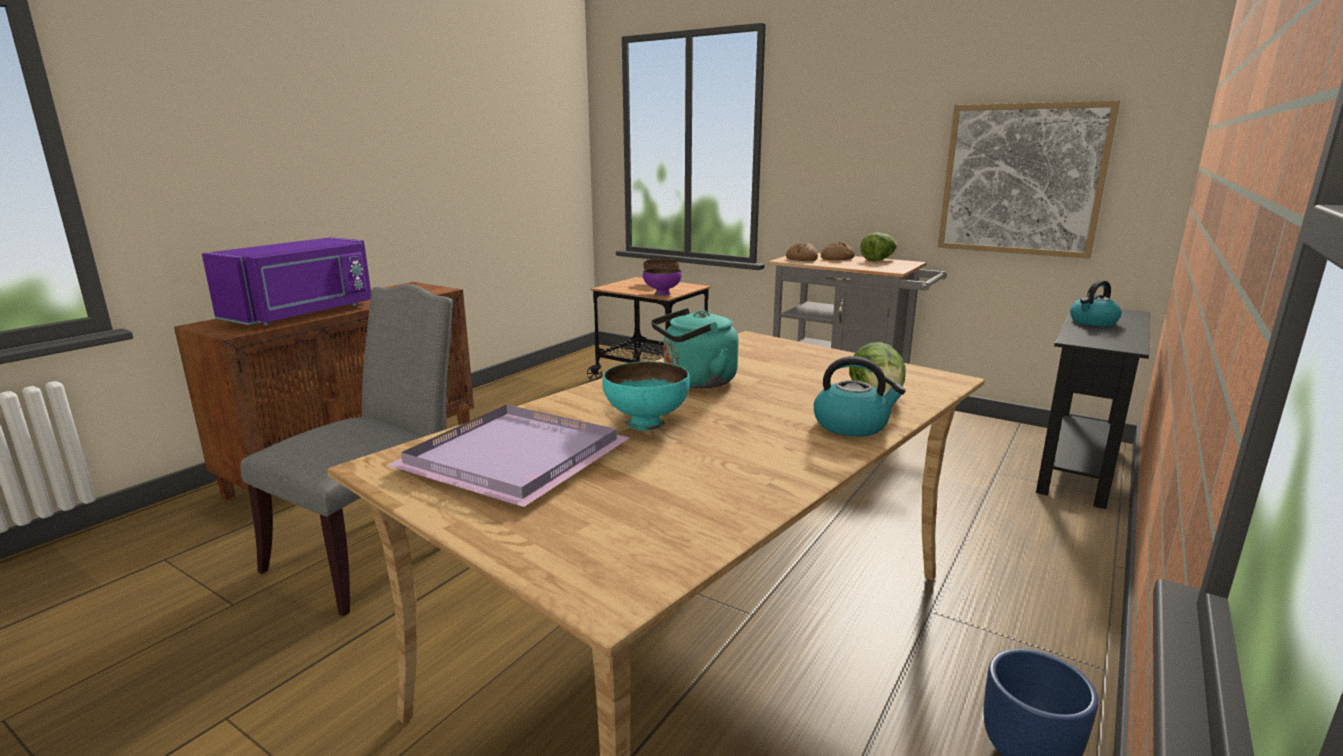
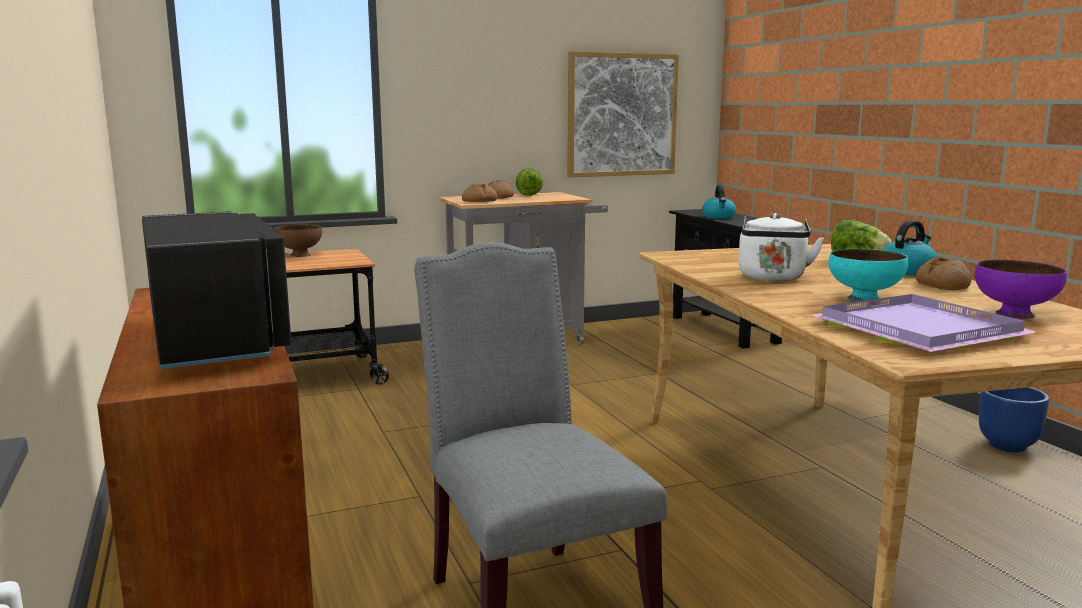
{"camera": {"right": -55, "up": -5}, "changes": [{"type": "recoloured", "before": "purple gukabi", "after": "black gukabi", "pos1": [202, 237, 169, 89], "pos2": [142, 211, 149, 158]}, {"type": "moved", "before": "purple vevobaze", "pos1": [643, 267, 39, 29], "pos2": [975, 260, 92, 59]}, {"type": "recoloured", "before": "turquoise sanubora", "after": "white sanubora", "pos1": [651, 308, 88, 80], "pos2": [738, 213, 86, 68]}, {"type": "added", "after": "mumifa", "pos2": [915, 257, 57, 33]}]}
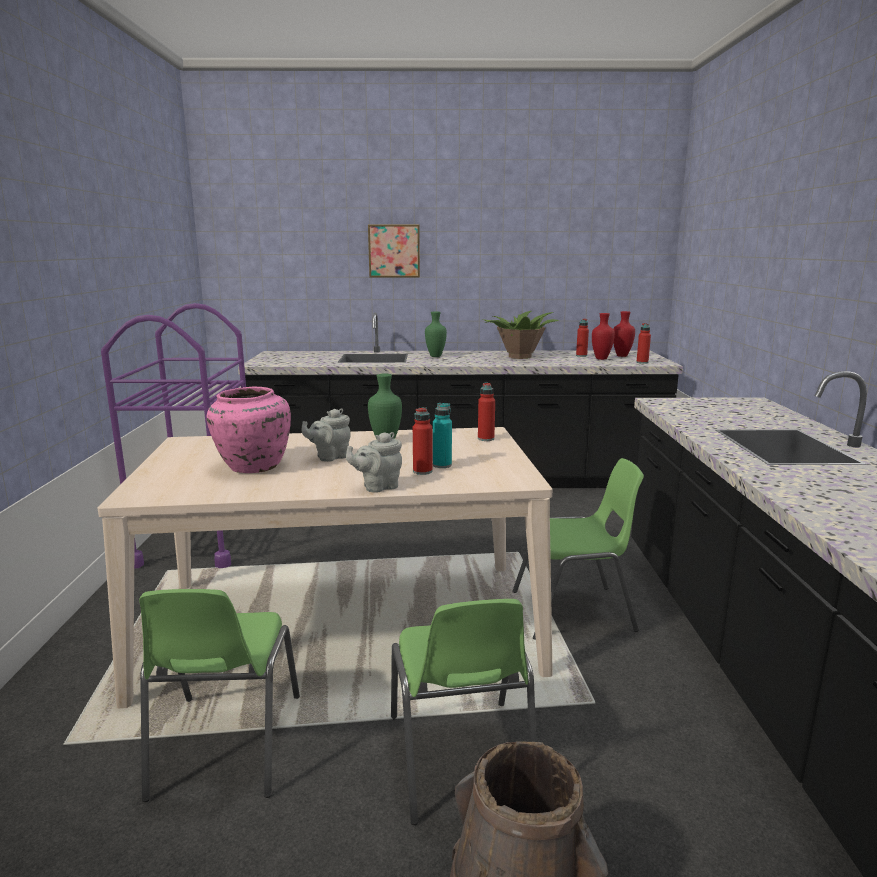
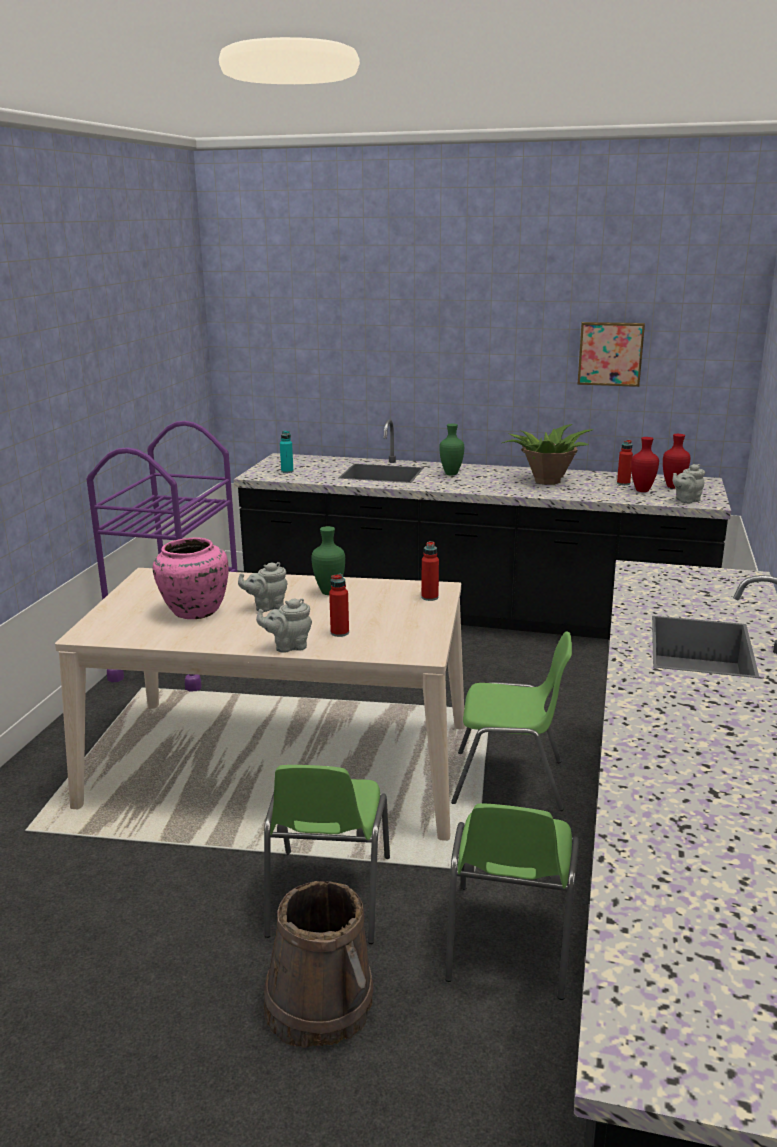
{"camera": {"right": 15, "up": 5}, "changes": [{"type": "moved", "before": "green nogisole", "pos1": [139, 589, 161, 213], "pos2": [445, 803, 134, 197]}, {"type": "moved", "before": "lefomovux", "pos1": [368, 224, 52, 54], "pos2": [577, 322, 68, 65]}, {"type": "moved", "before": "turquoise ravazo", "pos1": [433, 403, 19, 65], "pos2": [280, 431, 13, 42]}, {"type": "replaced", "before": "red ravazo", "after": "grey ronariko", "pos1": [636, 323, 15, 41], "pos2": [673, 464, 32, 40]}]}
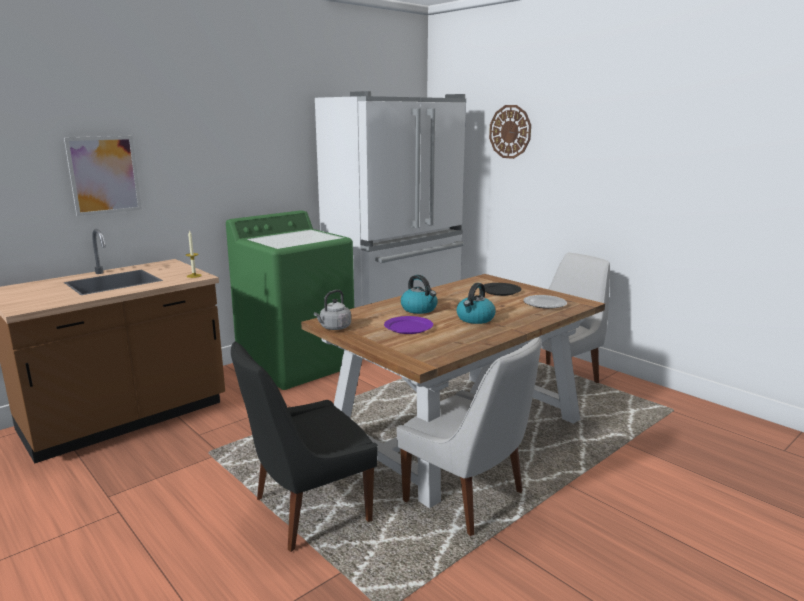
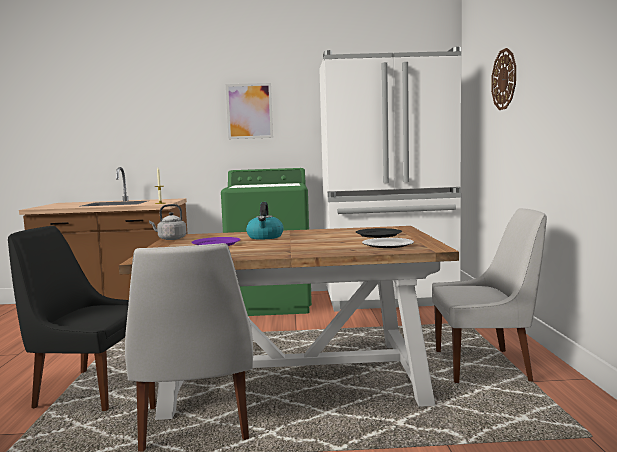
{"camera": {"right": 40, "up": -10}, "changes": [{"type": "moved", "before": "lefomovux", "pos1": [64, 136, 78, 80], "pos2": [226, 83, 47, 56]}, {"type": "removed", "before": "sanubora", "pos1": [457, 283, 39, 41]}]}
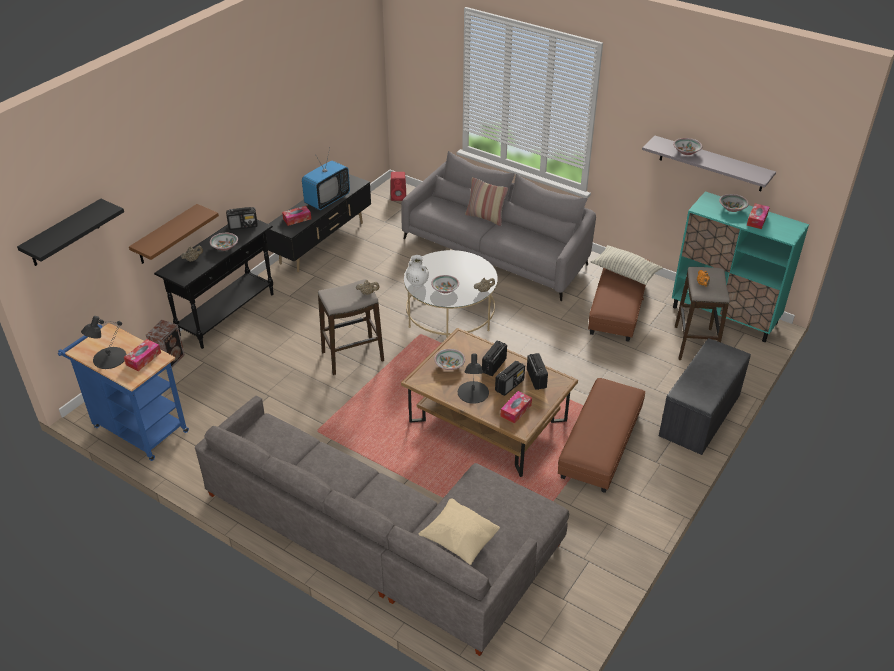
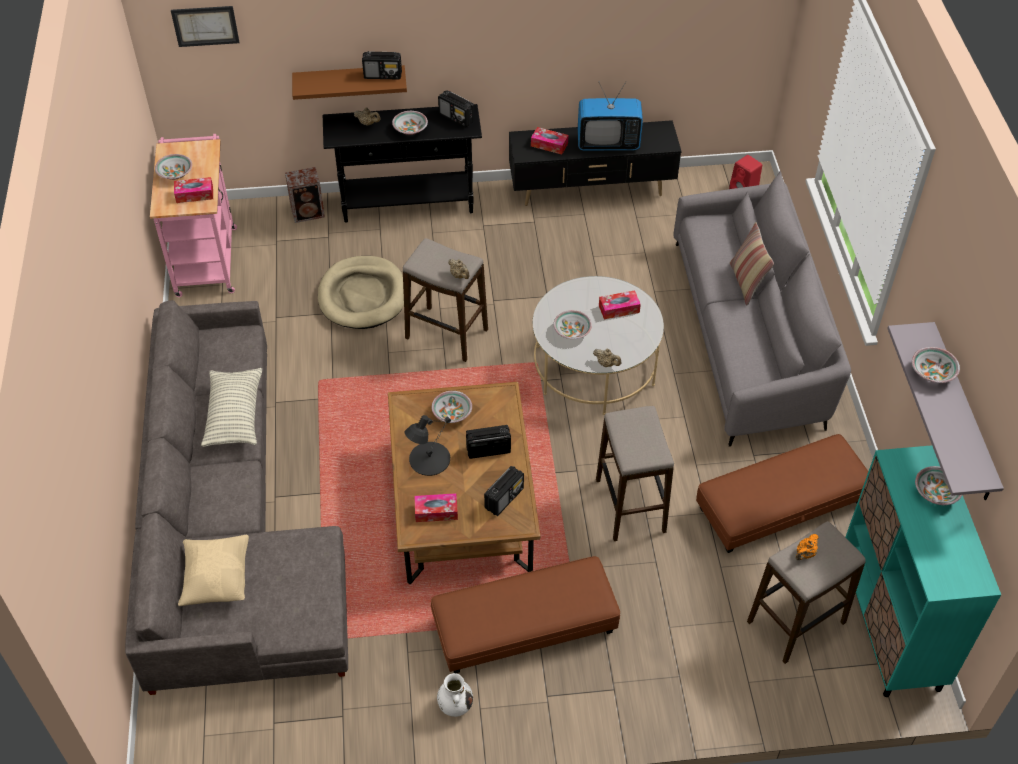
{"camera": {"right": 50, "up": 10}, "changes": [{"type": "replaced", "before": "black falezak", "after": "lefomovux", "pos1": [17, 199, 107, 67], "pos2": [171, 6, 68, 41]}, {"type": "recoloured", "before": "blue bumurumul", "after": "pink bumurumul", "pos1": [58, 323, 131, 138], "pos2": [150, 134, 87, 163]}, {"type": "replaced", "before": "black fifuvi", "after": "vevobaze", "pos1": [81, 316, 46, 53], "pos2": [155, 154, 37, 26]}, {"type": "moved", "before": "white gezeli", "pos1": [406, 255, 23, 32], "pos2": [437, 673, 36, 44]}, {"type": "moved", "before": "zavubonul", "pos1": [495, 361, 30, 35], "pos2": [362, 51, 40, 28]}, {"type": "moved", "before": "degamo", "pos1": [590, 245, 73, 40], "pos2": [201, 368, 61, 79]}, {"type": "removed", "before": "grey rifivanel", "pos1": [659, 338, 92, 117]}, {"type": "moved", "before": "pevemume", "pos1": [747, 203, 23, 26], "pos2": [599, 290, 42, 29]}, {"type": "added", "after": "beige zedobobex", "pos2": [318, 256, 86, 73]}, {"type": "added", "after": "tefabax", "pos2": [596, 406, 78, 135]}]}
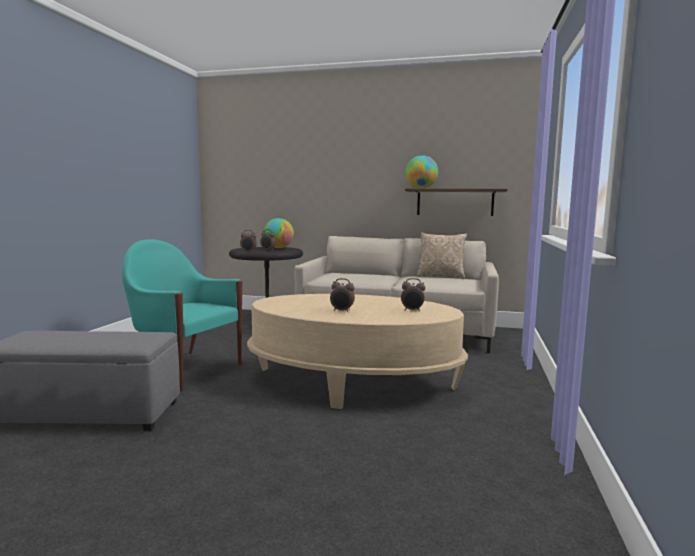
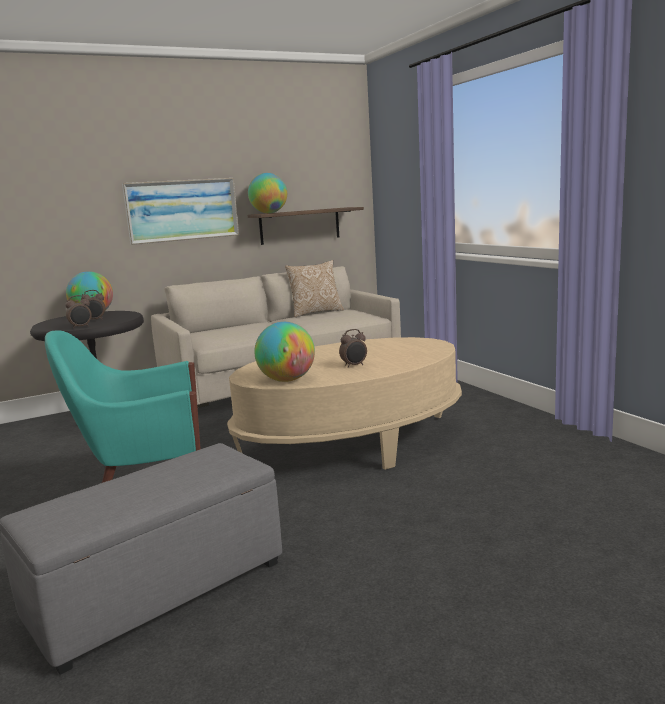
{"camera": {"right": -40, "up": 5}, "changes": [{"type": "removed", "before": "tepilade", "pos1": [401, 278, 24, 34]}, {"type": "added", "after": "lefomovux", "pos2": [122, 178, 117, 67]}, {"type": "added", "after": "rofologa", "pos2": [254, 322, 61, 60]}]}
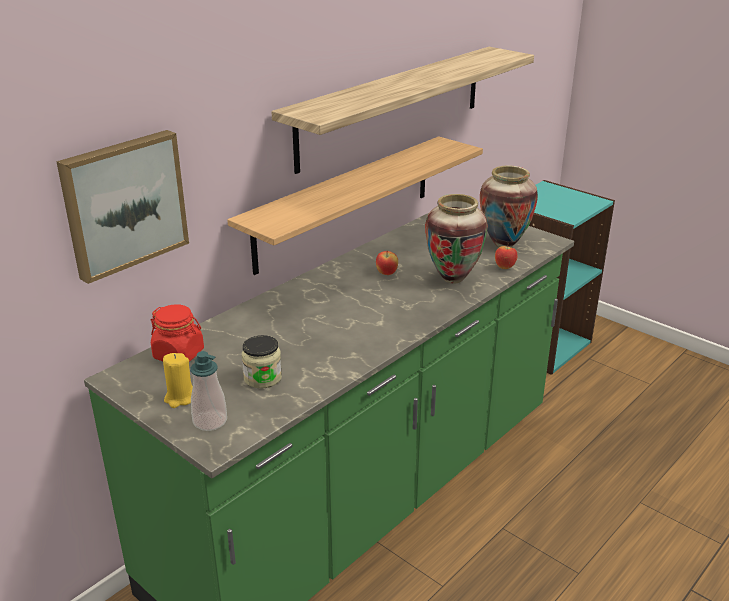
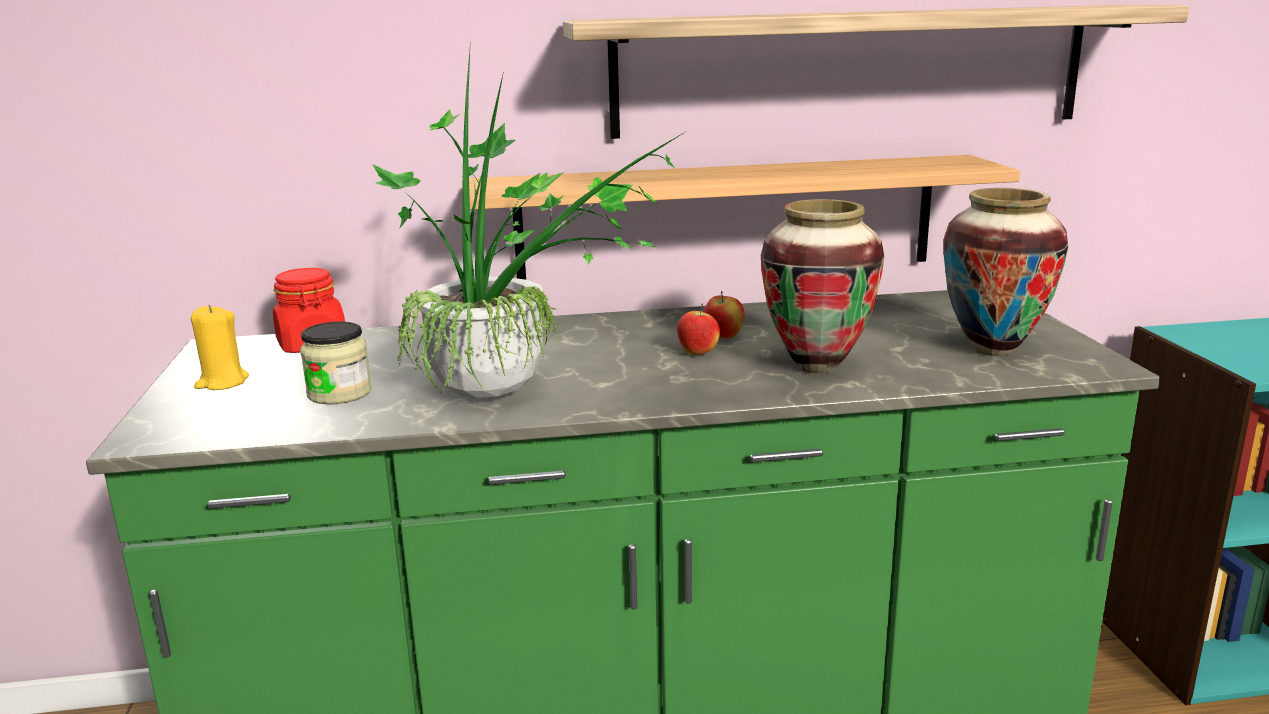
{"camera": {"right": 40, "up": -10}, "changes": [{"type": "removed", "before": "lefomovux", "pos1": [56, 130, 133, 154]}, {"type": "removed", "before": "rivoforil", "pos1": [190, 351, 37, 80]}, {"type": "moved", "before": "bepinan", "pos1": [495, 246, 23, 23], "pos2": [677, 303, 43, 52]}, {"type": "added", "after": "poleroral", "pos2": [372, 39, 315, 359]}]}
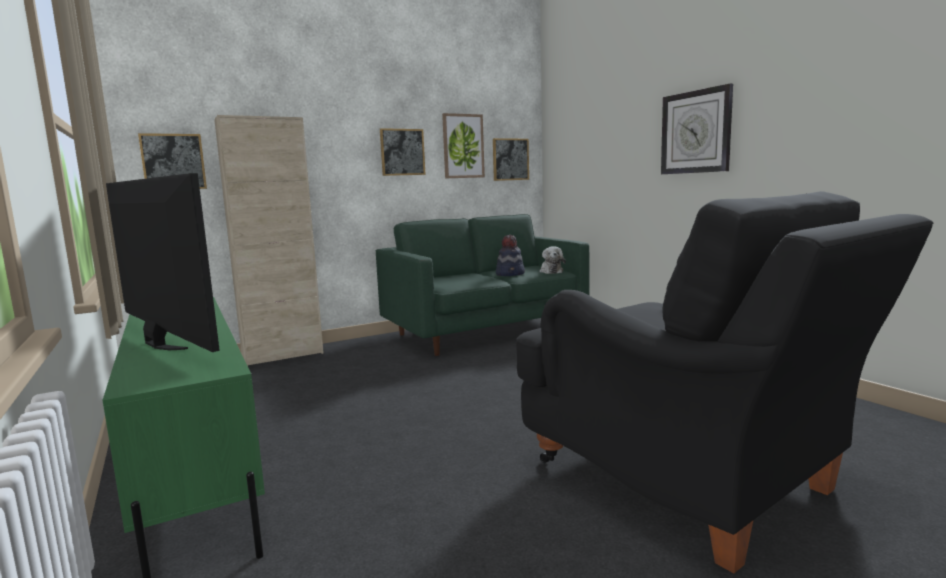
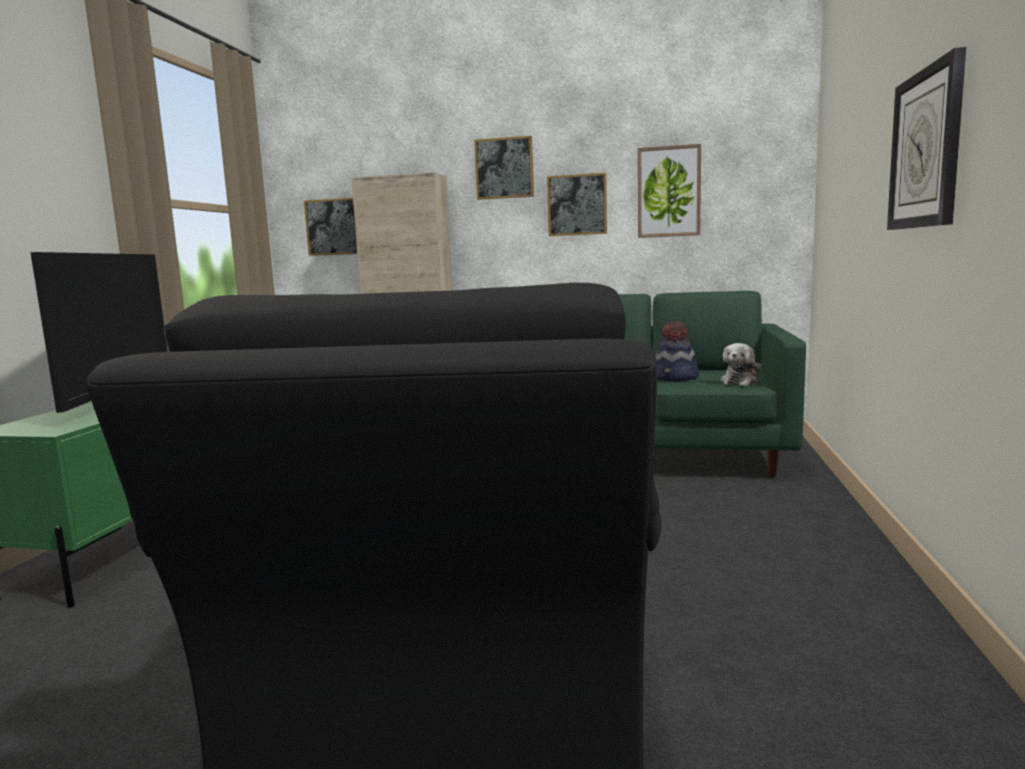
{"camera": {"right": 40, "up": 0}, "changes": [{"type": "moved", "before": "lefomovux", "pos1": [493, 138, 36, 43], "pos2": [474, 136, 60, 64]}]}
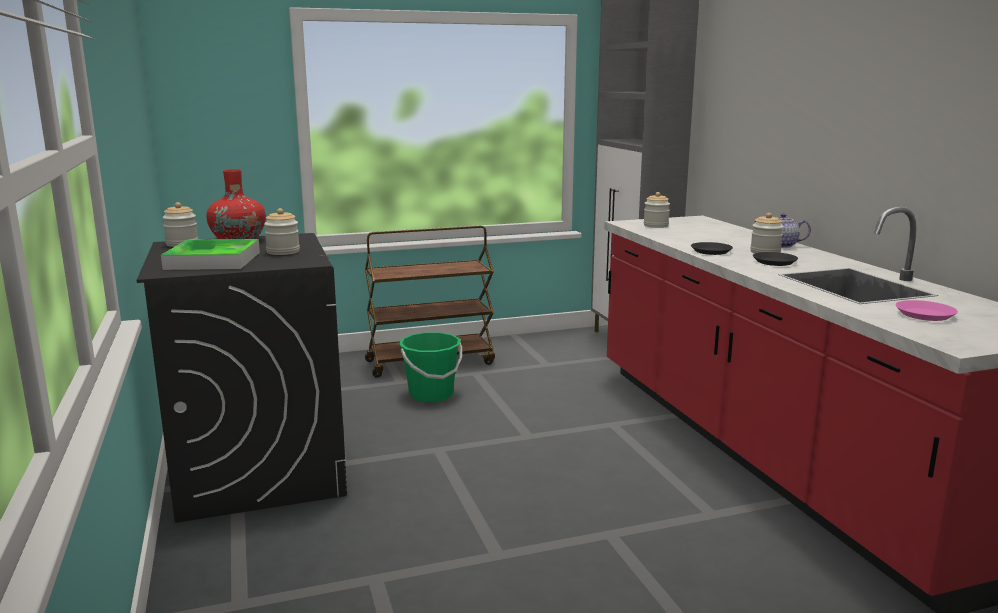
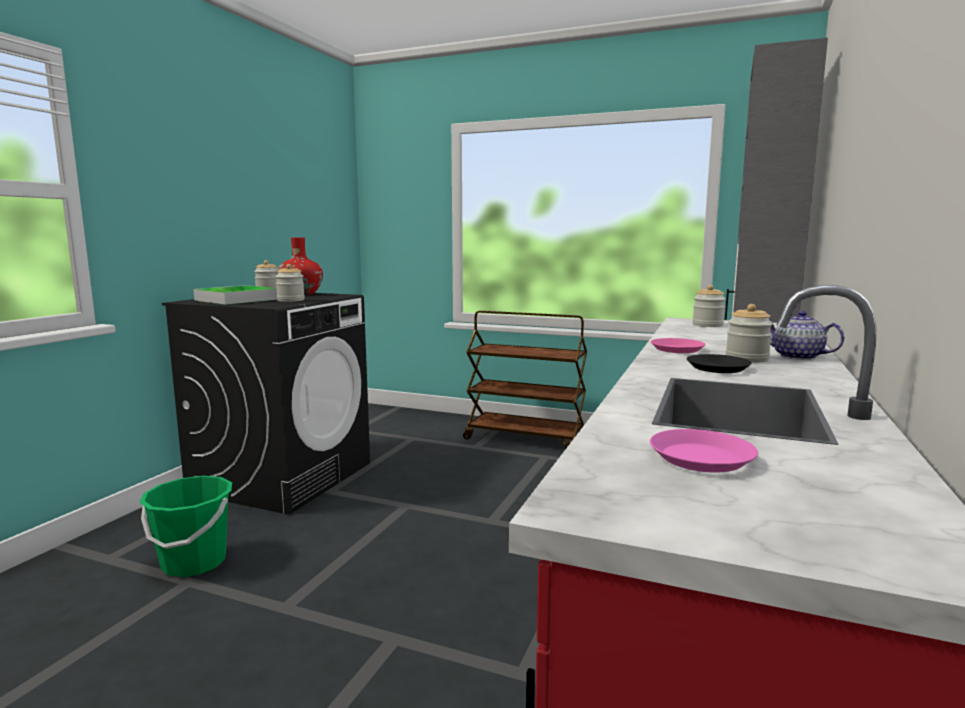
{"camera": {"right": 40, "up": -5}, "changes": [{"type": "moved", "before": "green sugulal", "pos1": [399, 332, 63, 70], "pos2": [139, 476, 93, 101]}, {"type": "recoloured", "before": "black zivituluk", "after": "pink zivituluk", "pos1": [691, 242, 42, 13], "pos2": [651, 338, 55, 15]}]}
